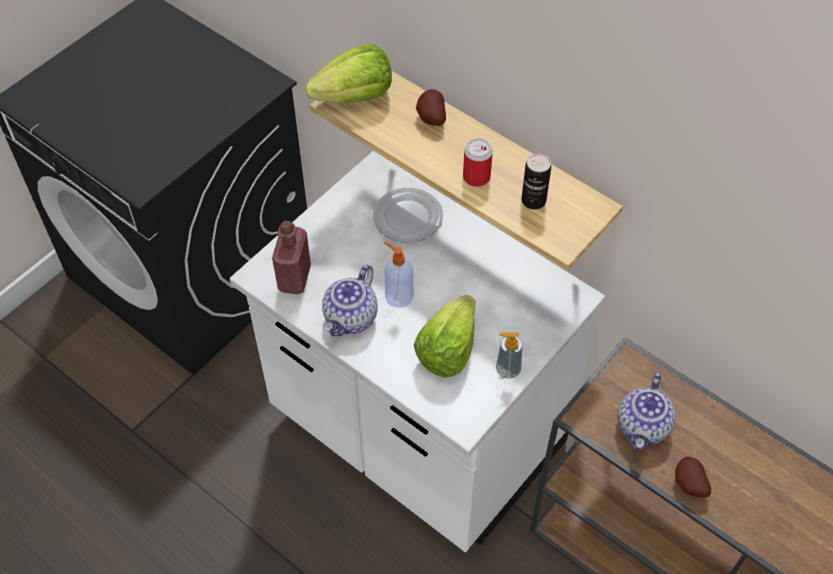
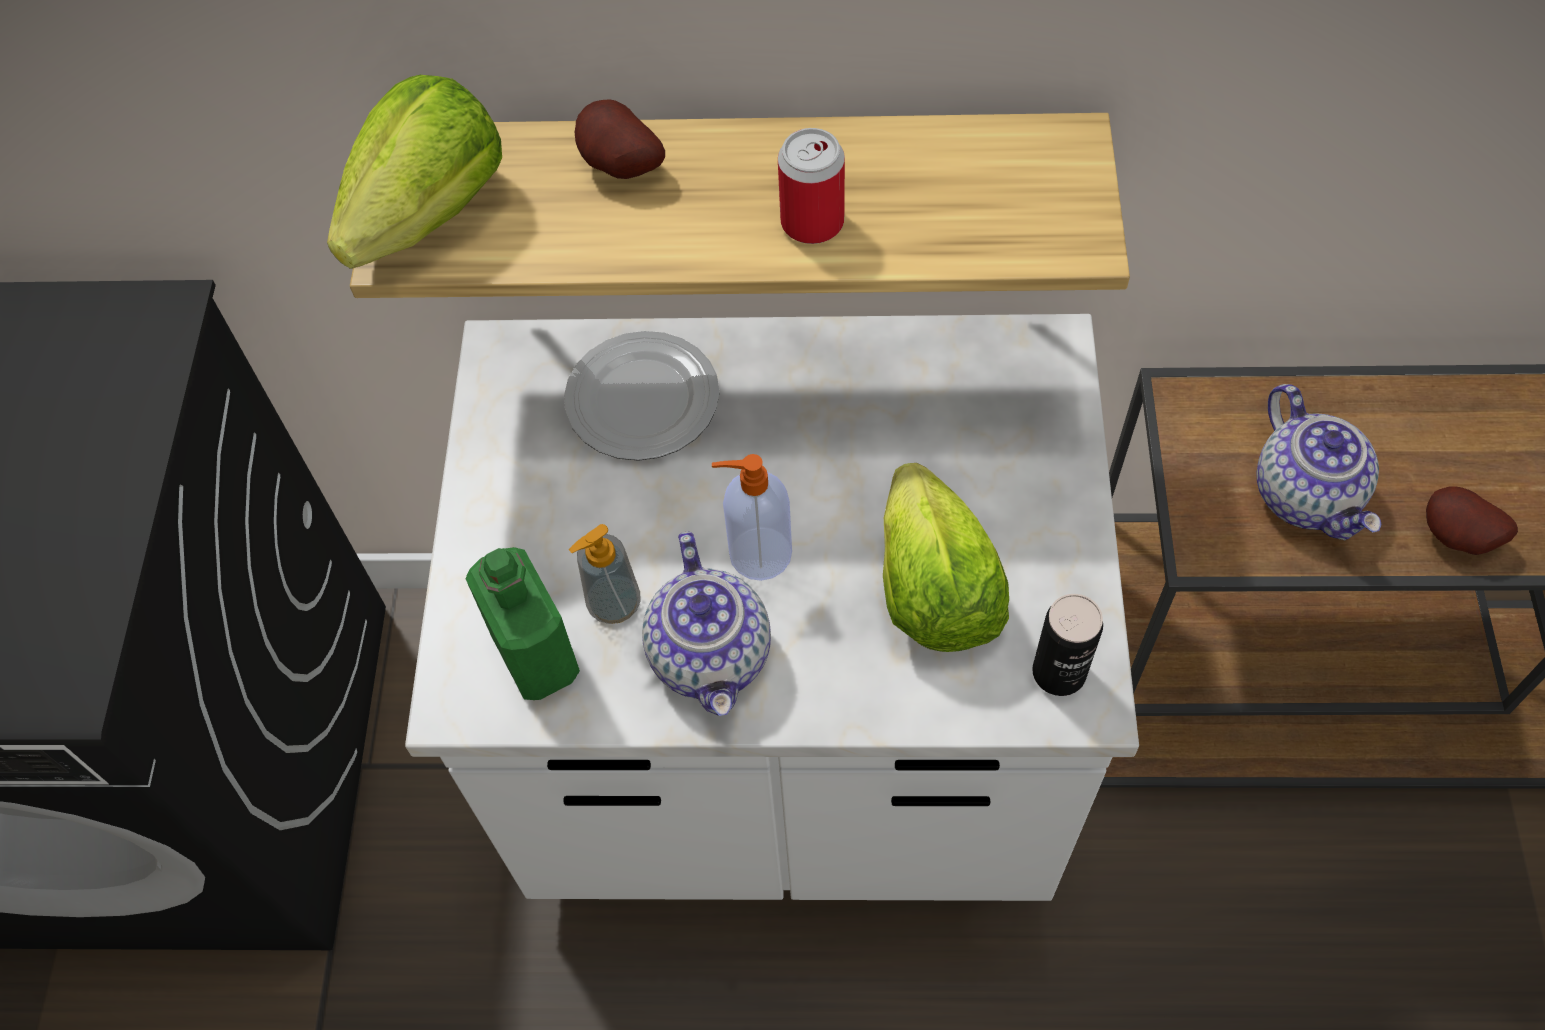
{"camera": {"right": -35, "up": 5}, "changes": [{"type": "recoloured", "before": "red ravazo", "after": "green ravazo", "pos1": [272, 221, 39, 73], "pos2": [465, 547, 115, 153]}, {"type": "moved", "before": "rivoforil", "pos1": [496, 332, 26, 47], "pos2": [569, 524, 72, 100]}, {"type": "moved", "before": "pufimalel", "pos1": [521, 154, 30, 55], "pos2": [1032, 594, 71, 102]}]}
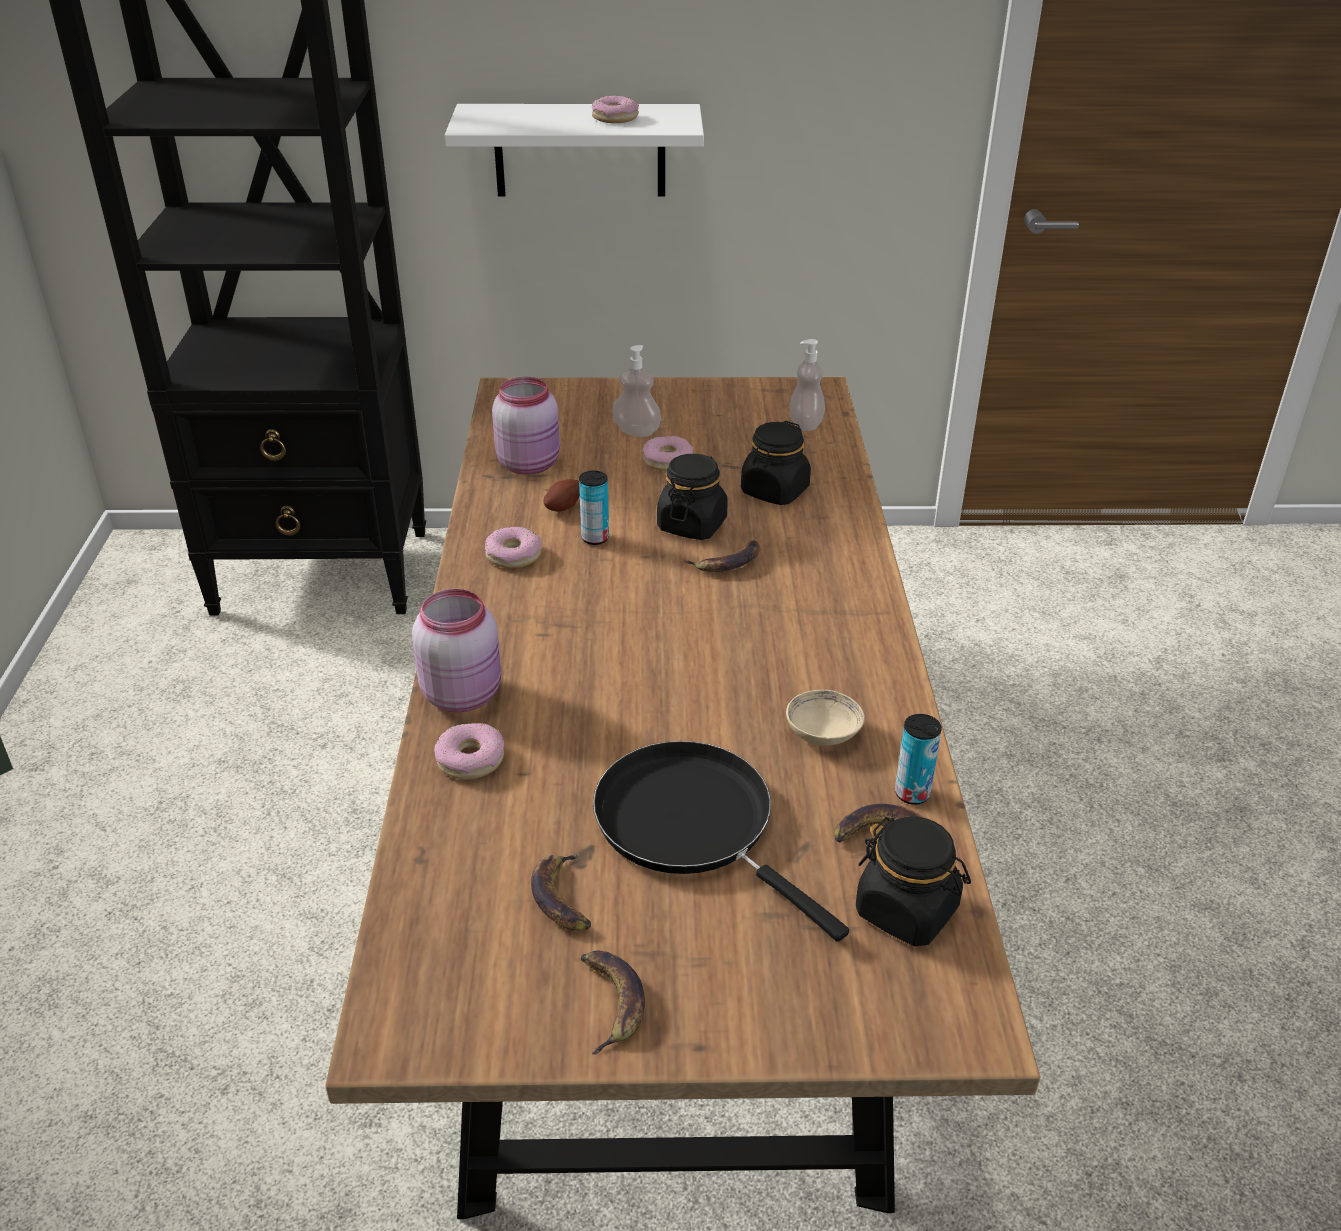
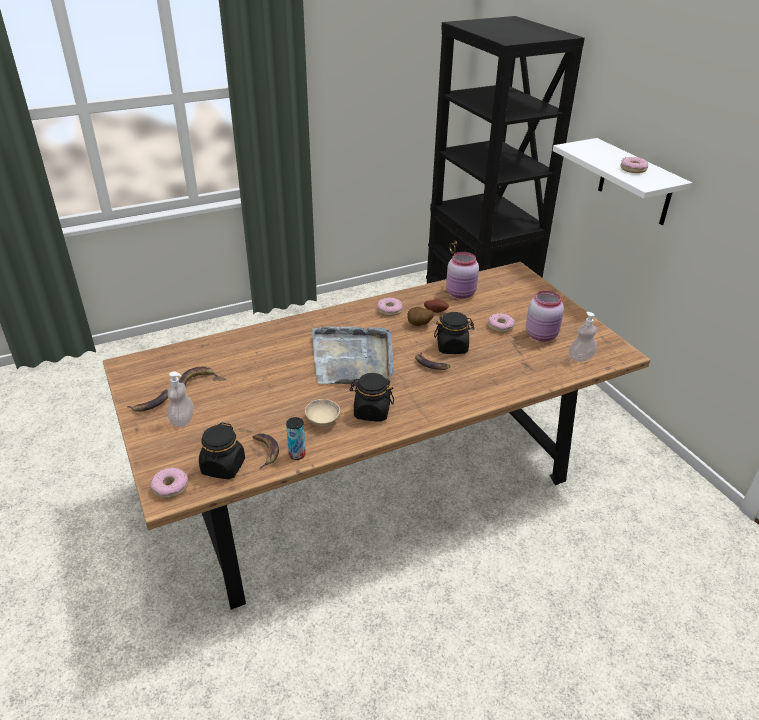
{"camera": {"right": 65, "up": 0}, "changes": [{"type": "moved", "before": "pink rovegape", "pos1": [412, 589, 89, 123], "pos2": [526, 291, 38, 50]}, {"type": "moved", "before": "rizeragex", "pos1": [434, 723, 70, 57], "pos2": [151, 468, 38, 30]}, {"type": "replaced", "before": "pufimalel", "after": "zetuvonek", "pos1": [579, 471, 30, 74], "pos2": [407, 307, 27, 19]}, {"type": "removed", "before": "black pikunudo", "pos1": [593, 741, 256, 201]}, {"type": "moved", "before": "rivoforil", "pos1": [613, 345, 48, 92], "pos2": [168, 371, 25, 56]}, {"type": "moved", "before": "black rovegape", "pos1": [741, 421, 70, 84], "pos2": [349, 373, 45, 49]}, {"type": "added", "after": "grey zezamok", "pos2": [312, 326, 82, 59]}]}
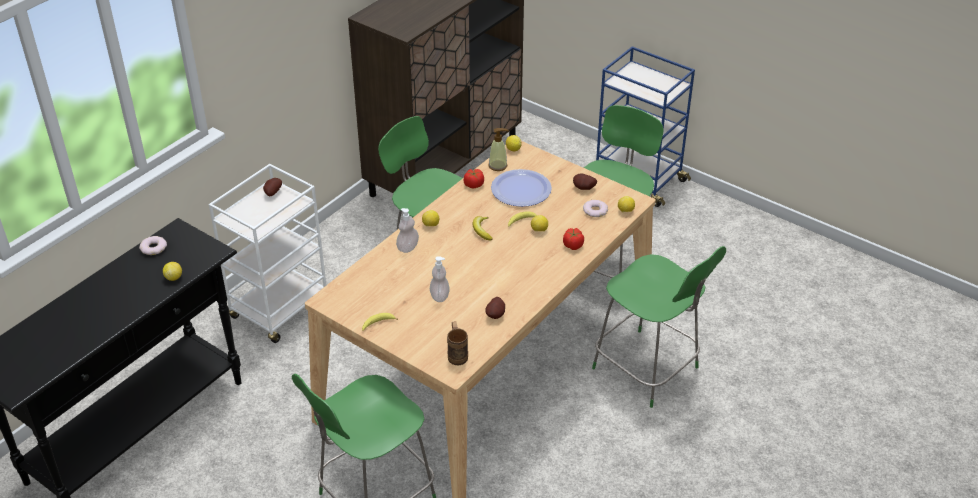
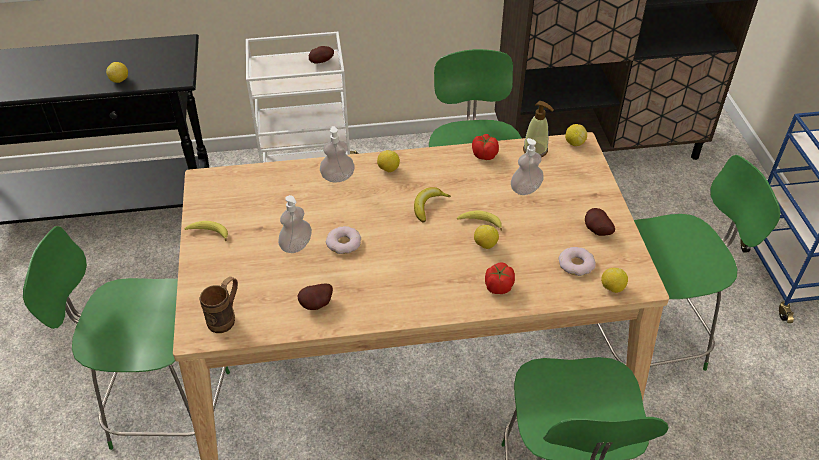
{"camera": {"right": 45, "up": 5}, "changes": [{"type": "moved", "before": "rizeragex", "pos1": [139, 236, 28, 19], "pos2": [326, 226, 35, 28]}, {"type": "replaced", "before": "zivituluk", "after": "rivoforil", "pos1": [491, 169, 61, 38], "pos2": [511, 138, 33, 57]}]}
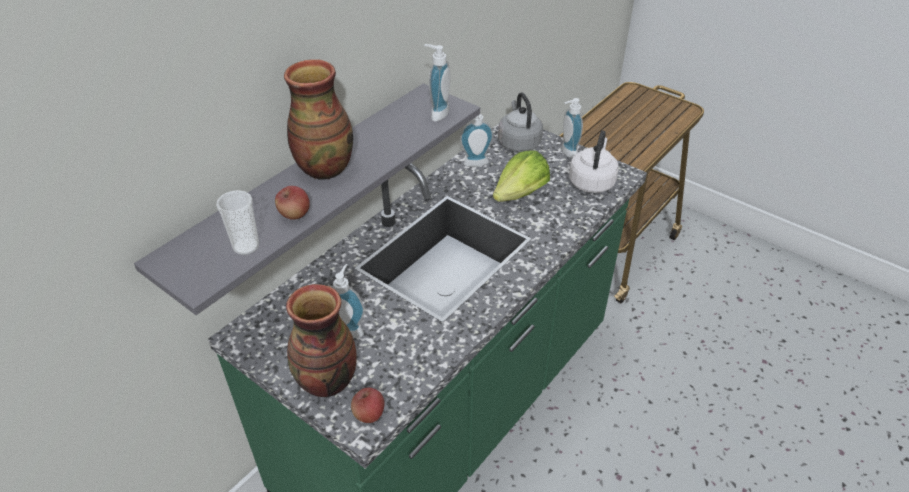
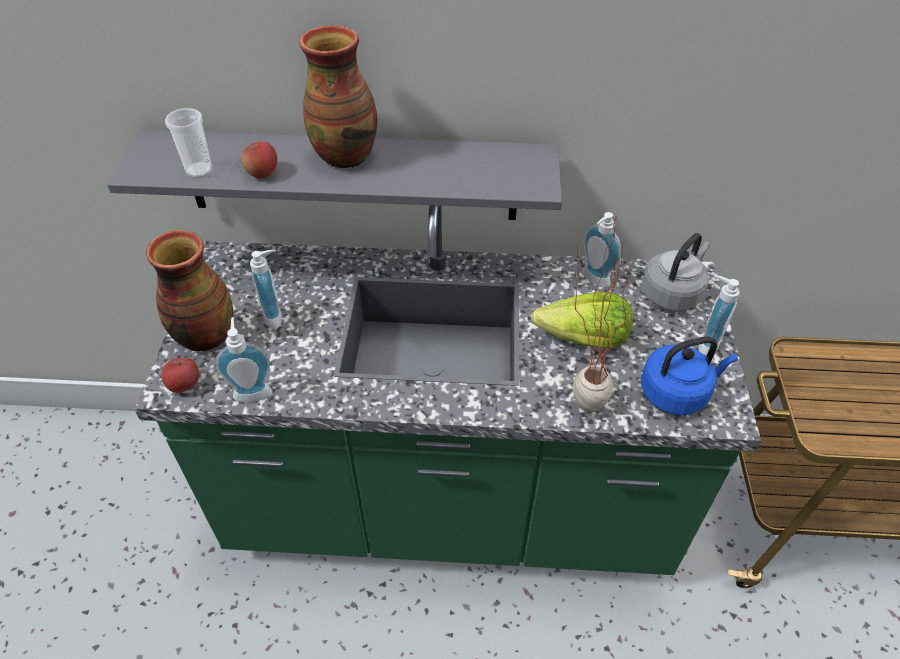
{"camera": {"right": 55, "up": 5}, "changes": [{"type": "moved", "before": "rivoforil", "pos1": [424, 44, 27, 78], "pos2": [215, 317, 57, 85]}, {"type": "recoloured", "before": "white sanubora", "after": "blue sanubora", "pos1": [569, 130, 49, 63], "pos2": [641, 336, 97, 79]}, {"type": "added", "after": "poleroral", "pos2": [573, 218, 67, 194]}]}
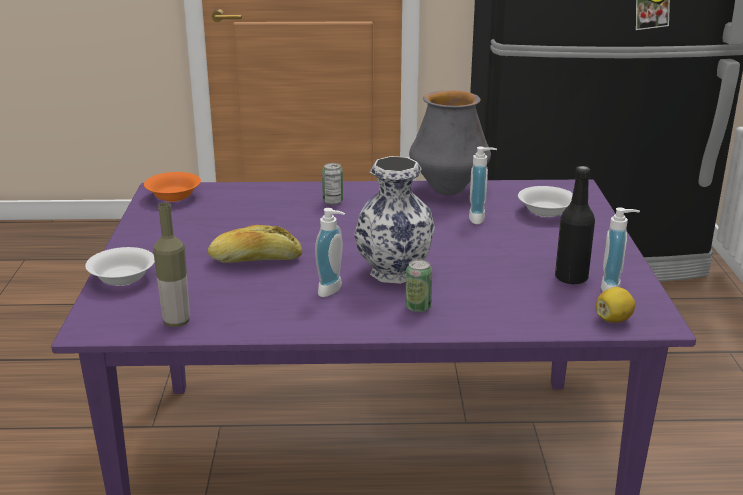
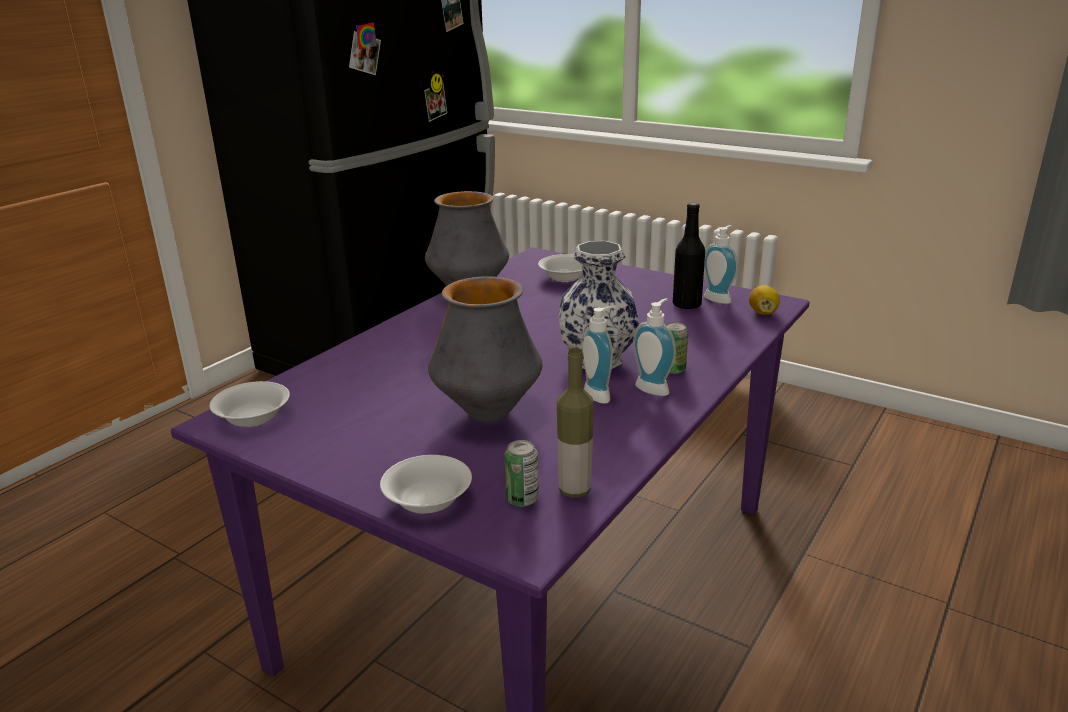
{"camera": {"right": -55, "up": 0}, "changes": [{"type": "recoloured", "before": "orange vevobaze", "after": "white vevobaze", "pos1": [144, 172, 57, 30], "pos2": [210, 381, 80, 46]}, {"type": "replaced", "before": "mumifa", "after": "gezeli", "pos1": [208, 225, 94, 38], "pos2": [428, 276, 114, 146]}, {"type": "moved", "before": "pufimalel", "pos1": [322, 163, 21, 42], "pos2": [505, 440, 34, 67]}, {"type": "moved", "before": "rivoforil", "pos1": [469, 147, 28, 77], "pos2": [633, 298, 43, 98]}]}
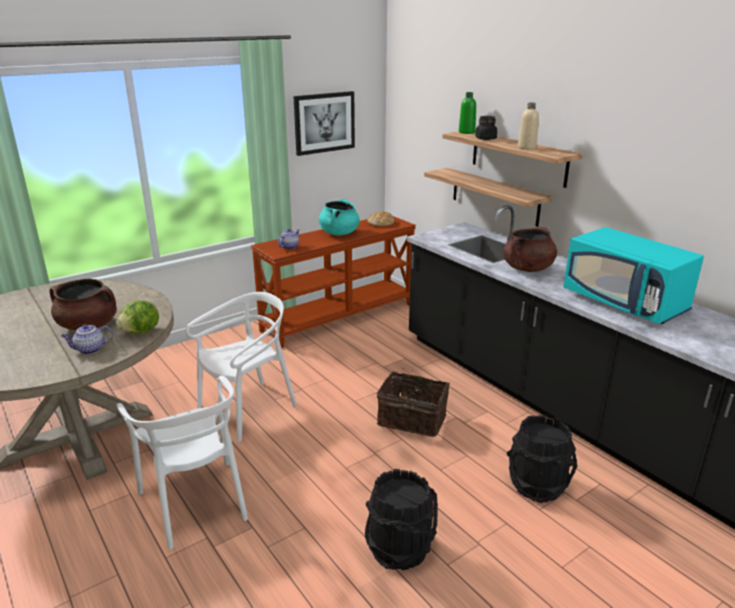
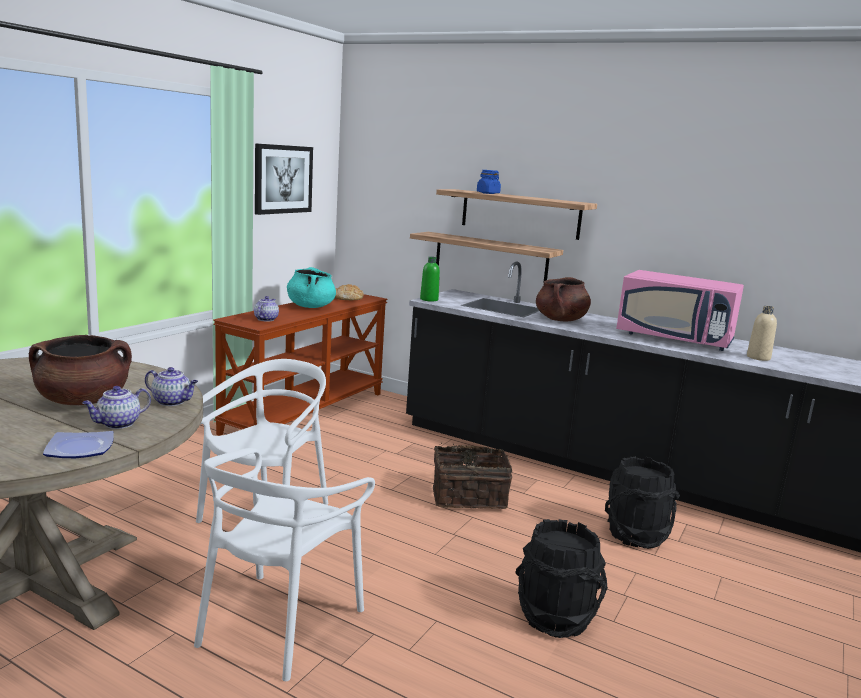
{"camera": {"right": -25, "up": -10}, "changes": [{"type": "replaced", "before": "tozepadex", "after": "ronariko", "pos1": [116, 300, 43, 34], "pos2": [145, 367, 53, 39]}, {"type": "turned", "before": "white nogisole", "pos1": [116, 376, 132, 173], "pos2": [194, 448, 181, 233], "turn": 75}, {"type": "moved", "before": "green ravazo", "pos1": [459, 92, 17, 42], "pos2": [420, 257, 20, 45]}, {"type": "recoloured", "before": "black rovegape", "after": "blue rovegape", "pos1": [475, 116, 22, 24], "pos2": [477, 170, 24, 24]}, {"type": "moved", "before": "beige ravazo", "pos1": [518, 102, 21, 47], "pos2": [747, 306, 30, 55]}, {"type": "recoloured", "before": "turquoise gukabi", "after": "pink gukabi", "pos1": [564, 227, 140, 97], "pos2": [616, 270, 128, 81]}, {"type": "added", "after": "zivituluk", "pos2": [43, 431, 71, 27]}]}
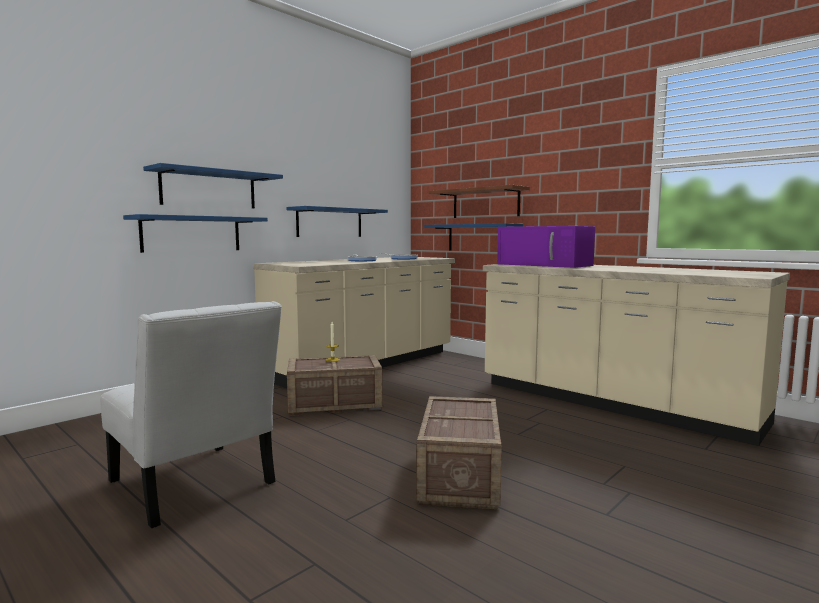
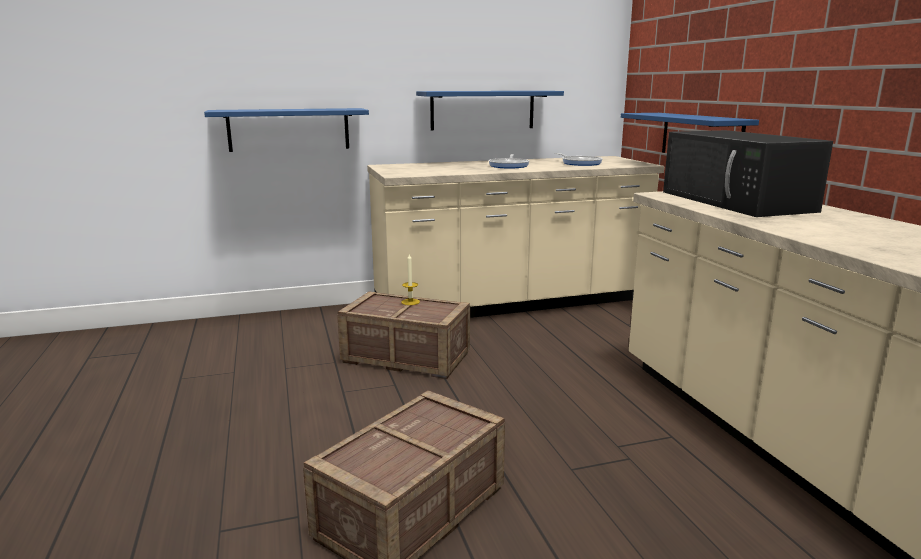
{"camera": {"right": 30, "up": 10}, "changes": [{"type": "removed", "before": "white nogisole", "pos1": [100, 301, 182, 227]}, {"type": "removed", "before": "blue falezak", "pos1": [143, 163, 140, 45]}, {"type": "removed", "before": "brown falezak", "pos1": [429, 185, 101, 33]}, {"type": "recoloured", "before": "purple gukabi", "after": "black gukabi", "pos1": [497, 226, 98, 42], "pos2": [663, 130, 170, 87]}]}
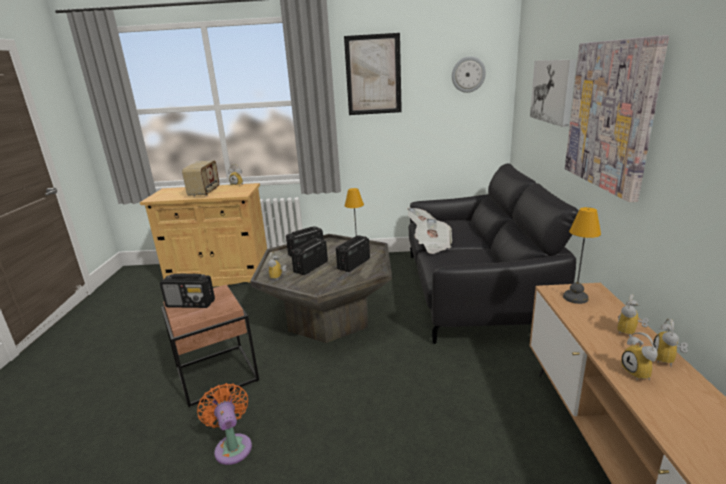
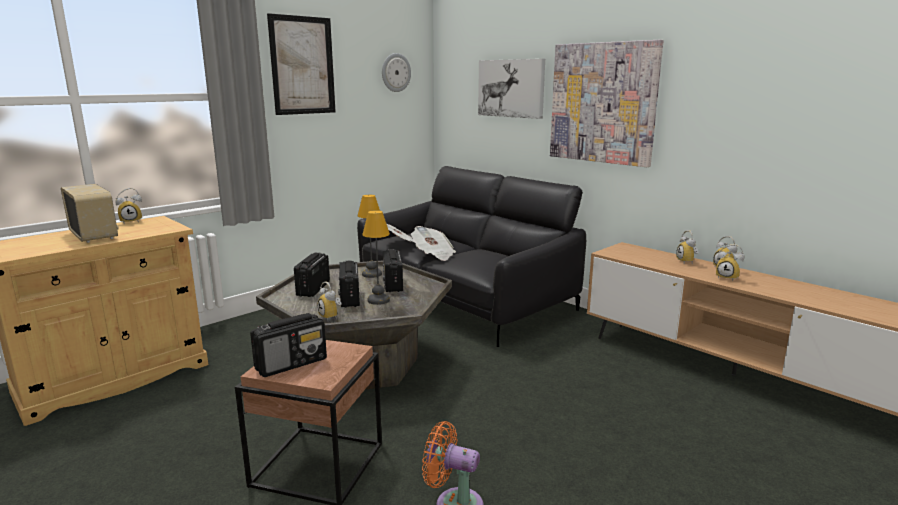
{"camera": {"right": -45, "up": -5}, "changes": [{"type": "moved", "before": "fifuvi", "pos1": [563, 207, 38, 97], "pos2": [362, 210, 28, 95]}]}
